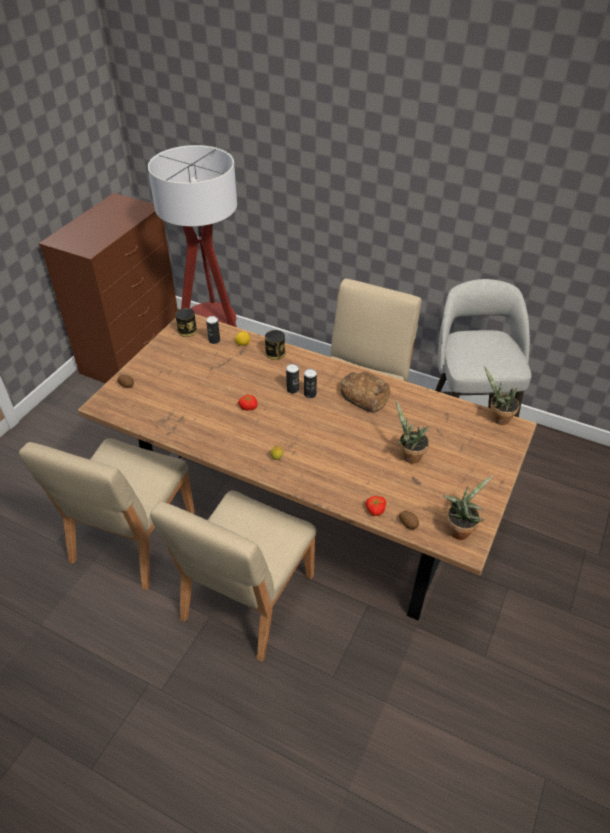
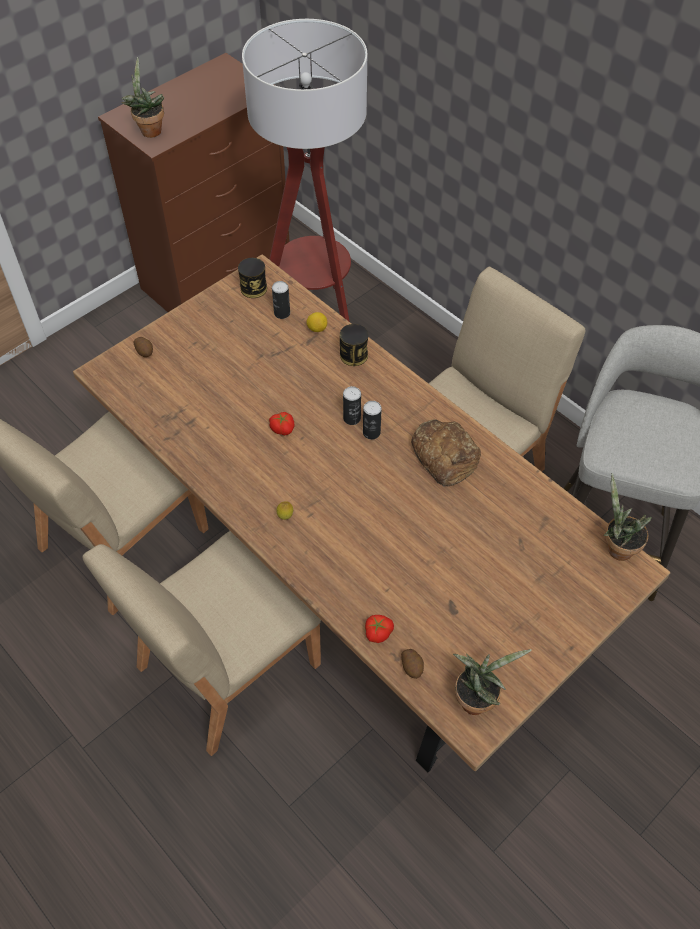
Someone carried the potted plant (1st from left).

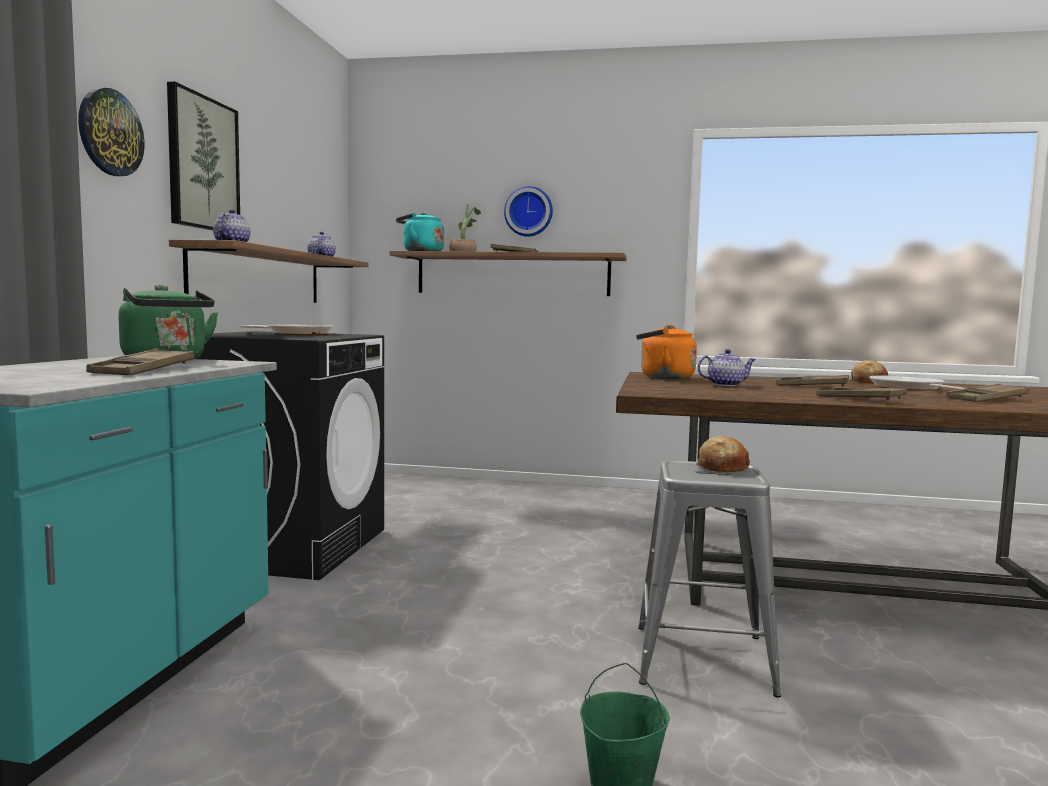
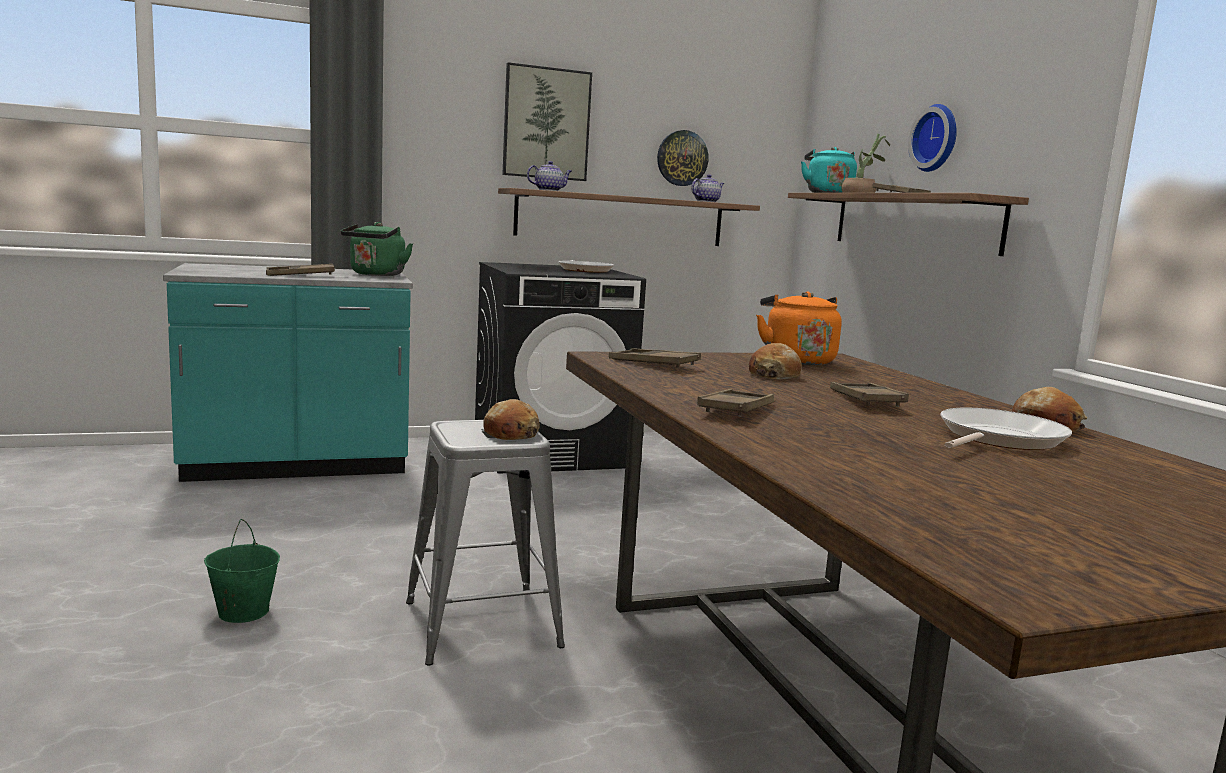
Someone carried the clock on the wall (1st from left).
Someone swapped the pot for tea (3rd from left) for the bread (2nd from left).
Someone carried the tray (brown-coloured) (5th from left in the first image).

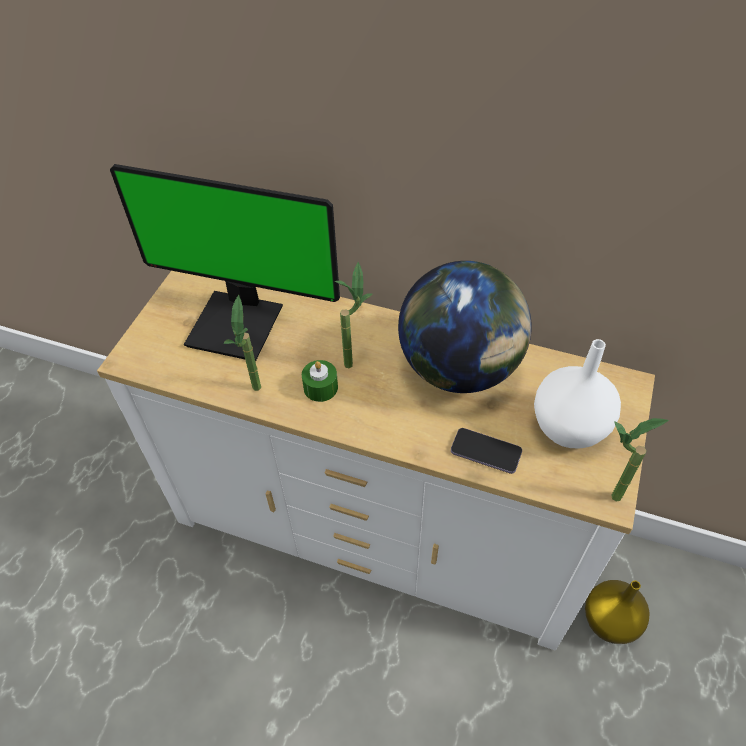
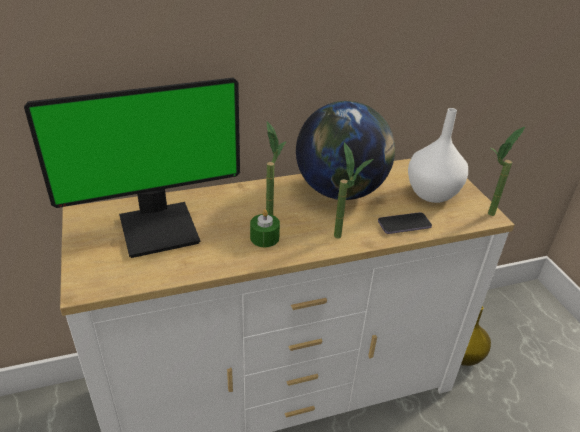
Someone carried the potted plant (1st from left in the first image).

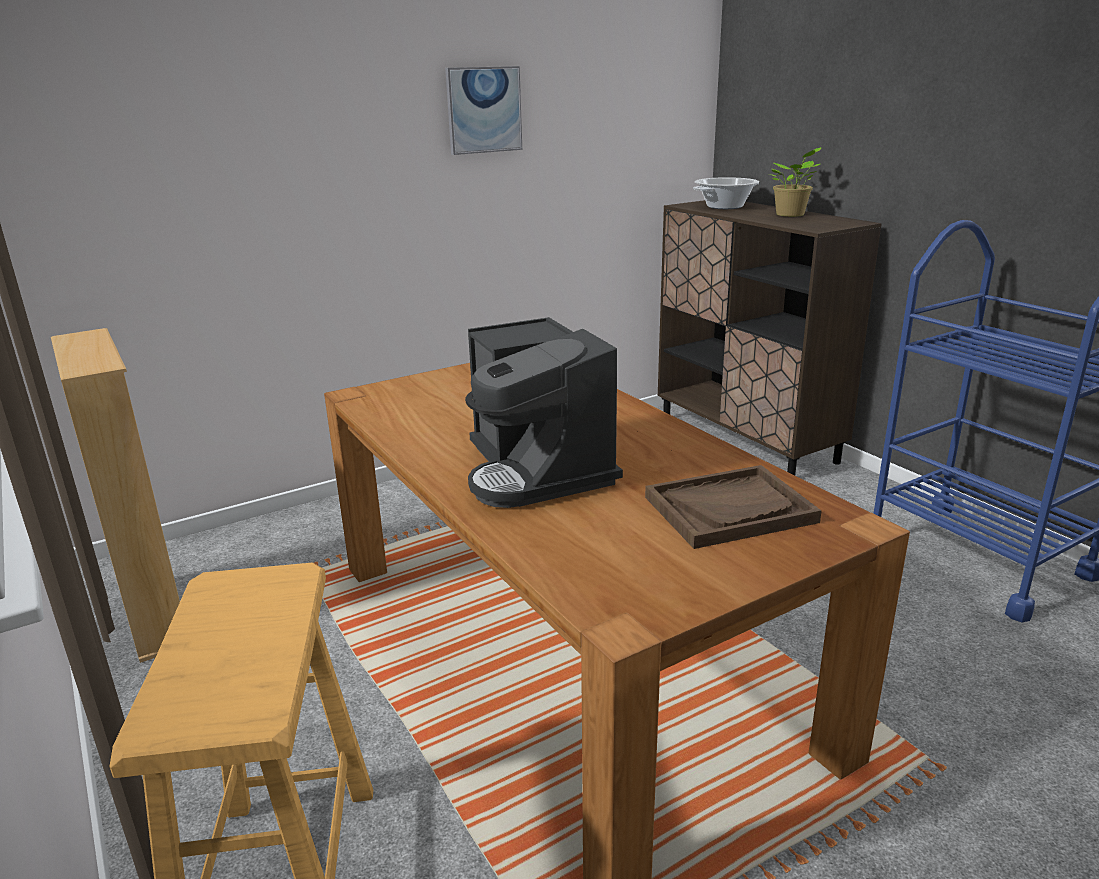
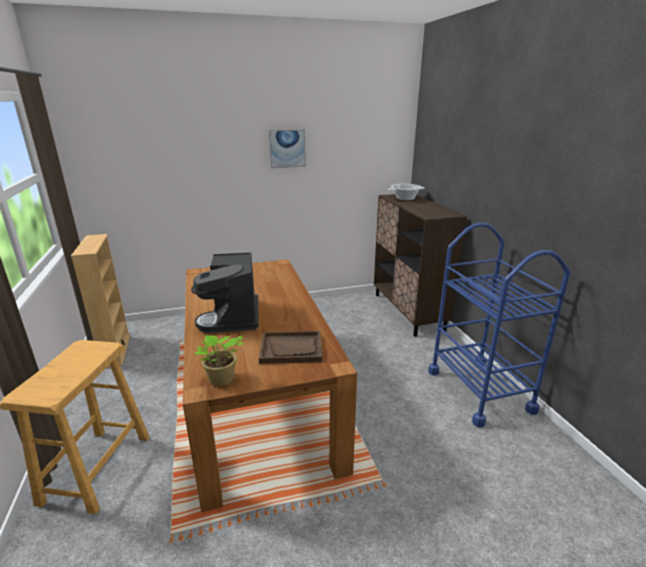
Someone carried the potted plant.

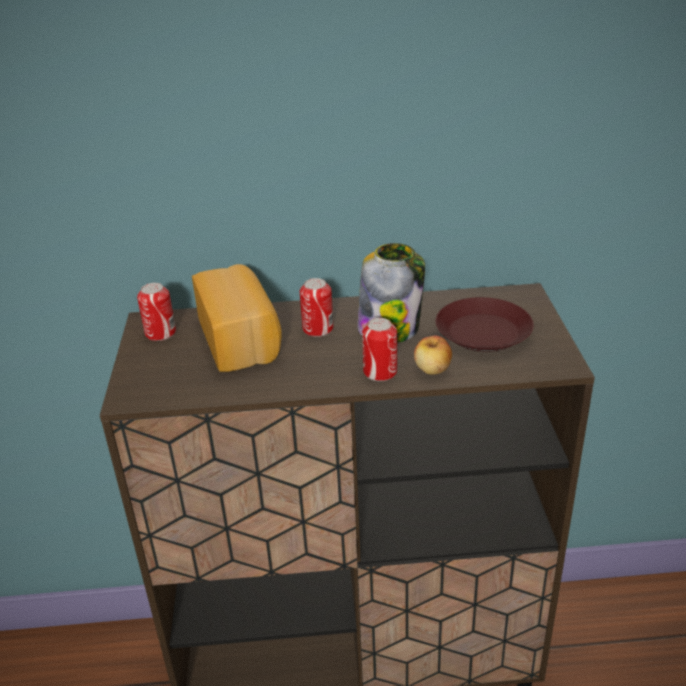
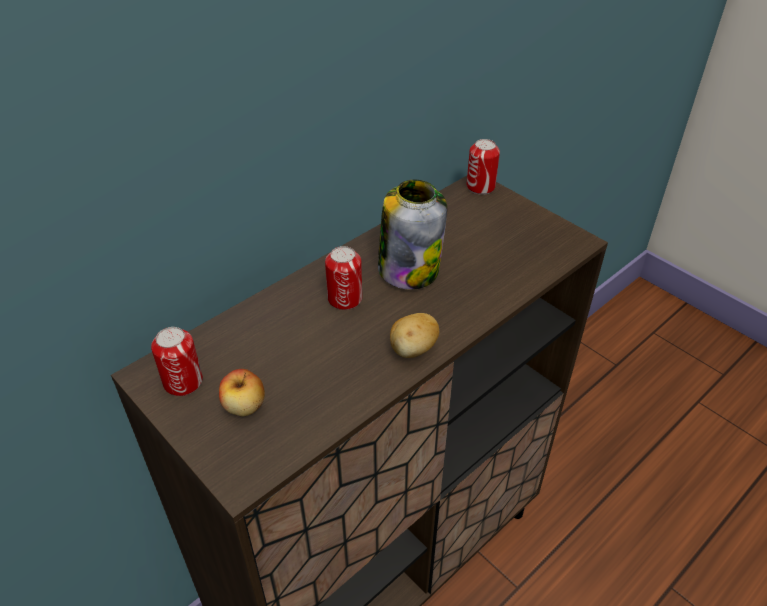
Someone took away the bread.
Someone carried the metal can (3rd from left).
Someone carried the whole apple.
Someone took away the flat dish (brown-coloured).
Someone put down the spud.

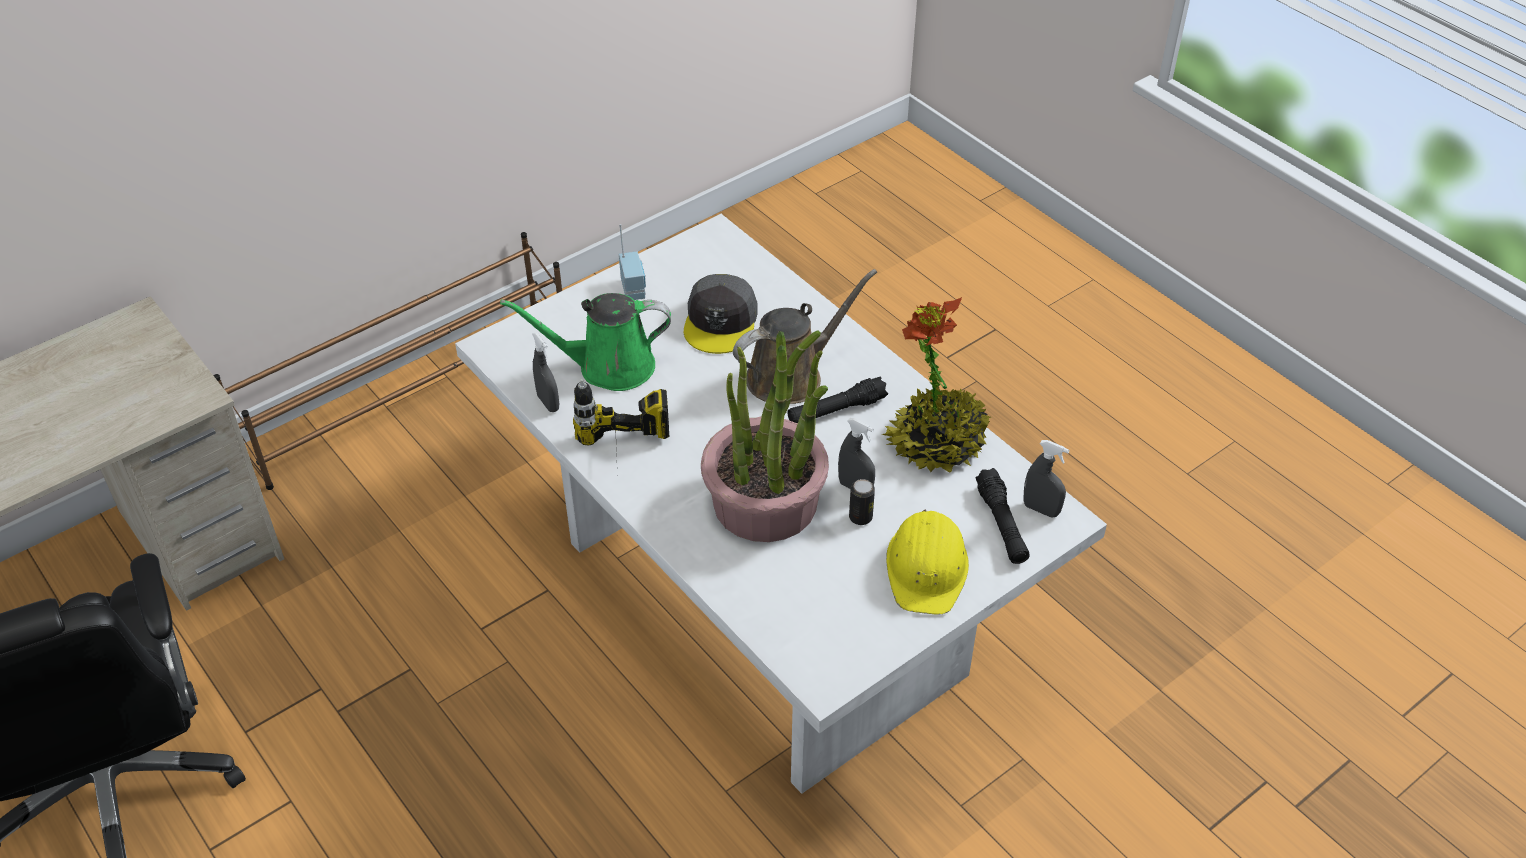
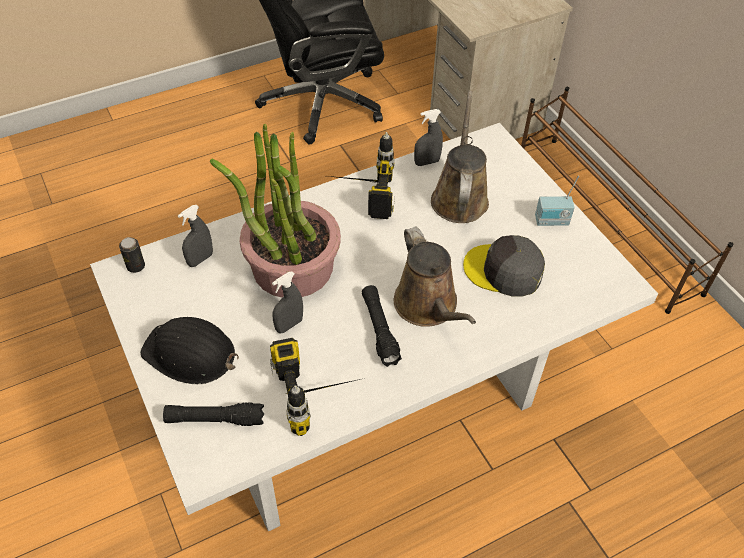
Someone repainted the watering pot (green-coloured), which became the watering pot (brown-coloured) (2nd from left).
Someone carried the metal can.
Someone swapped the potted plant (2nd from left) for the electric drill (1st from left).
Someone repainted the work helmet (yellow-coloured), which became the work helmet (blackish).
Someone carried the hand sprayer (gray) (3rd from left in the first image).

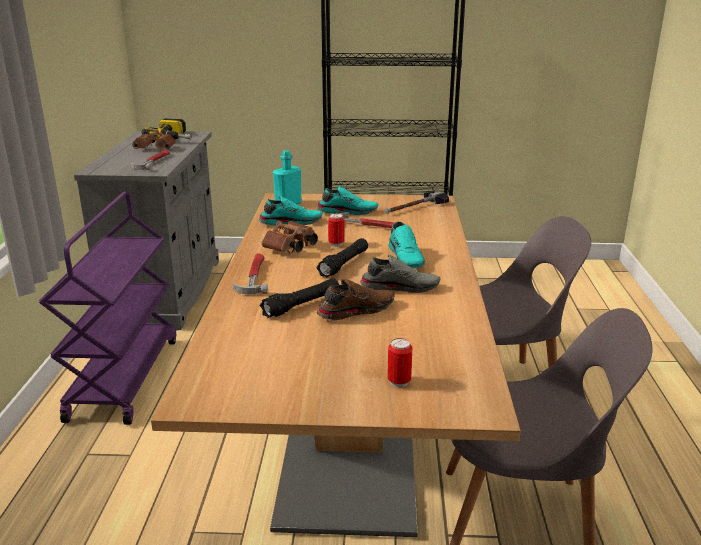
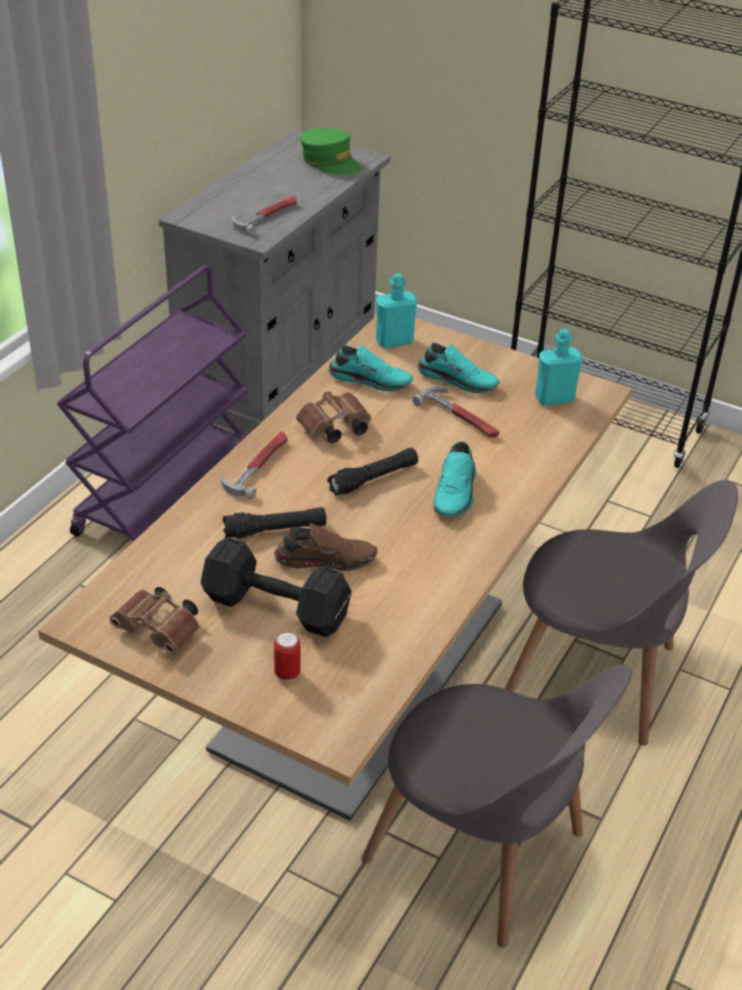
Someone carried the binoculars (brown-coloured) (1st from left).
Someone swapped the electric drill for the peaked cap (green-coloured).
Someone took away the metal can (1st from left).
Someone took away the low shoe (gray).
Someone swapped the hand hammer (4th from left) for the drink bottle (blue-green) (2nd from left).
Someone put down the dumbbell (blackish).

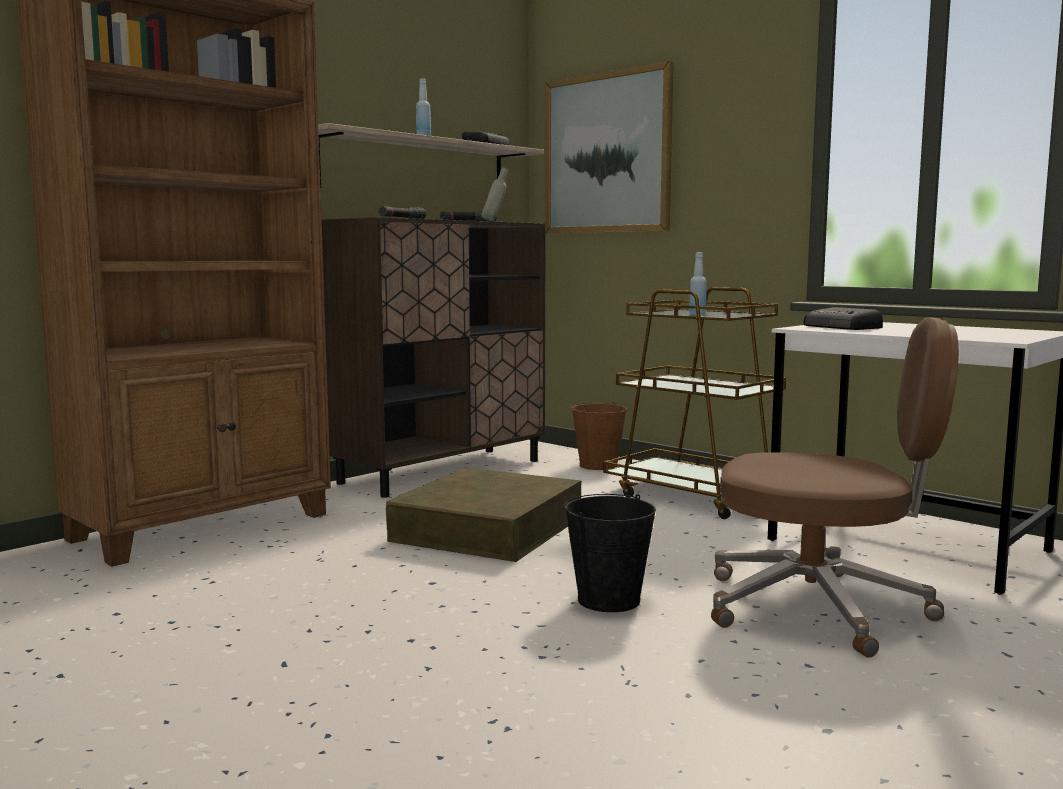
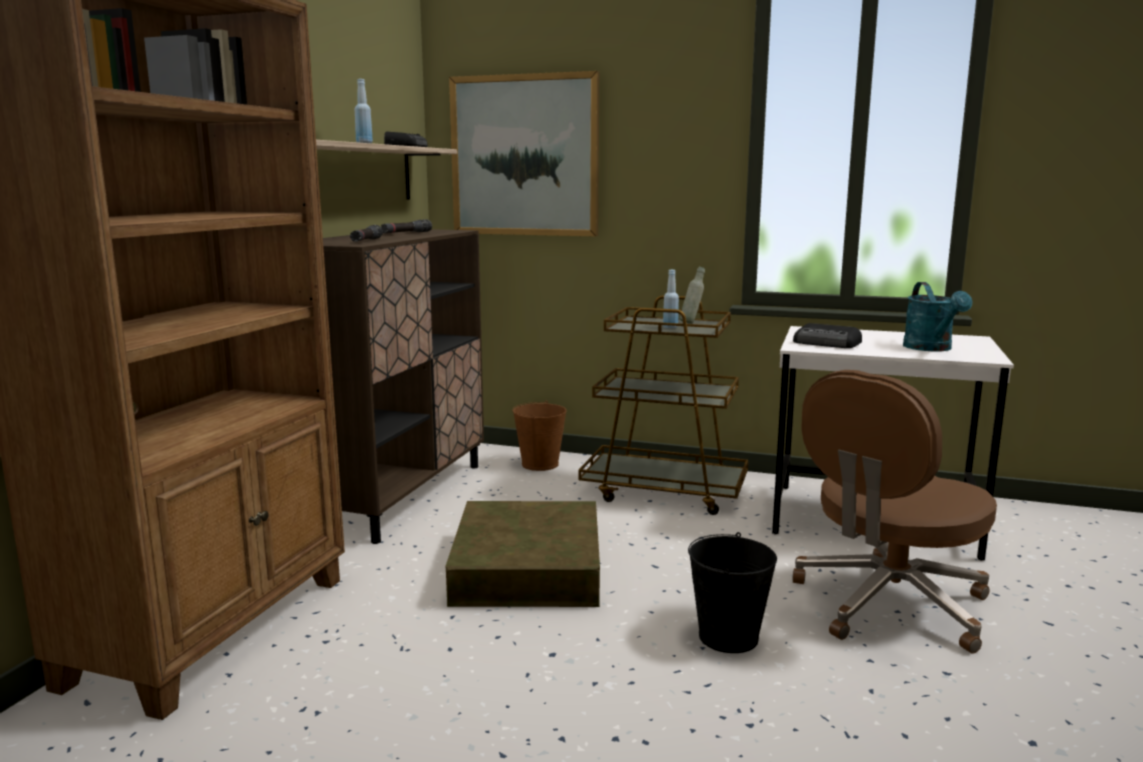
Someone carried the drink bottle (gray).
Someone rotated the desk chair (brown-coloured) by 150 degrees clockwise.
Someone put down the watering pot (blue-green).

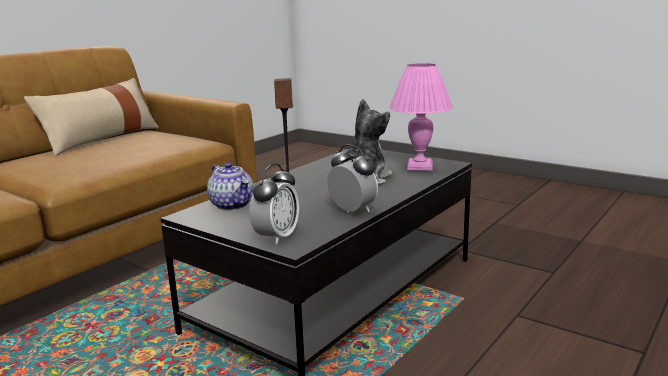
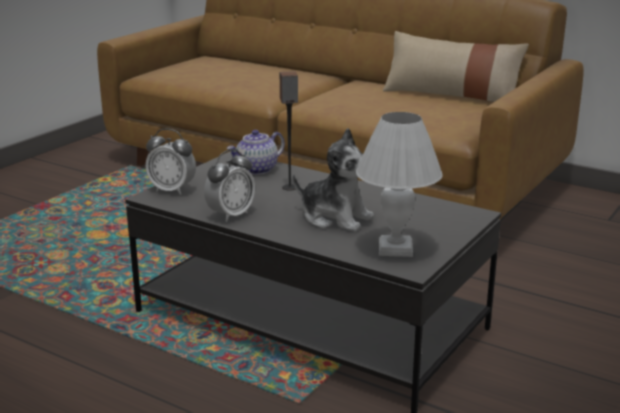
Someone repainted the table lamp (pinkish), which became the table lamp (white-coloured).

